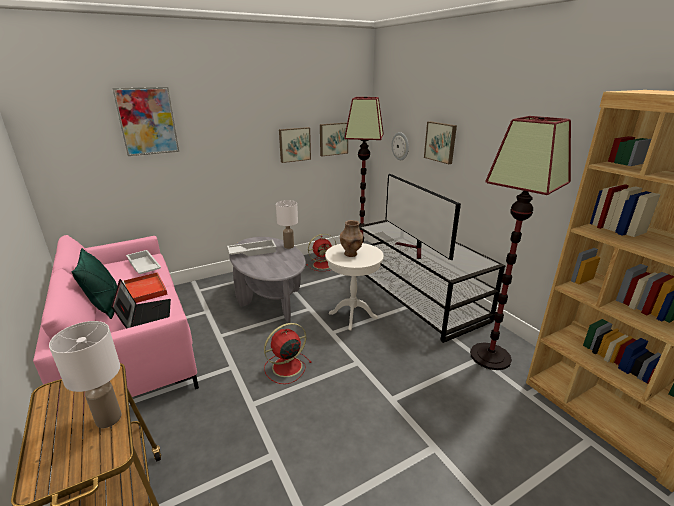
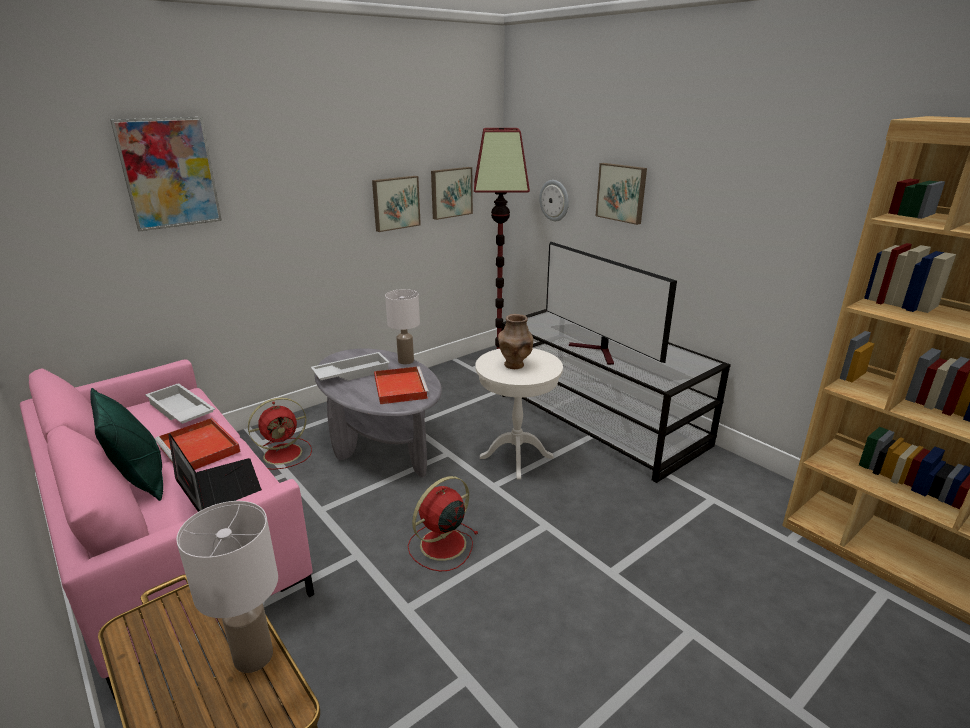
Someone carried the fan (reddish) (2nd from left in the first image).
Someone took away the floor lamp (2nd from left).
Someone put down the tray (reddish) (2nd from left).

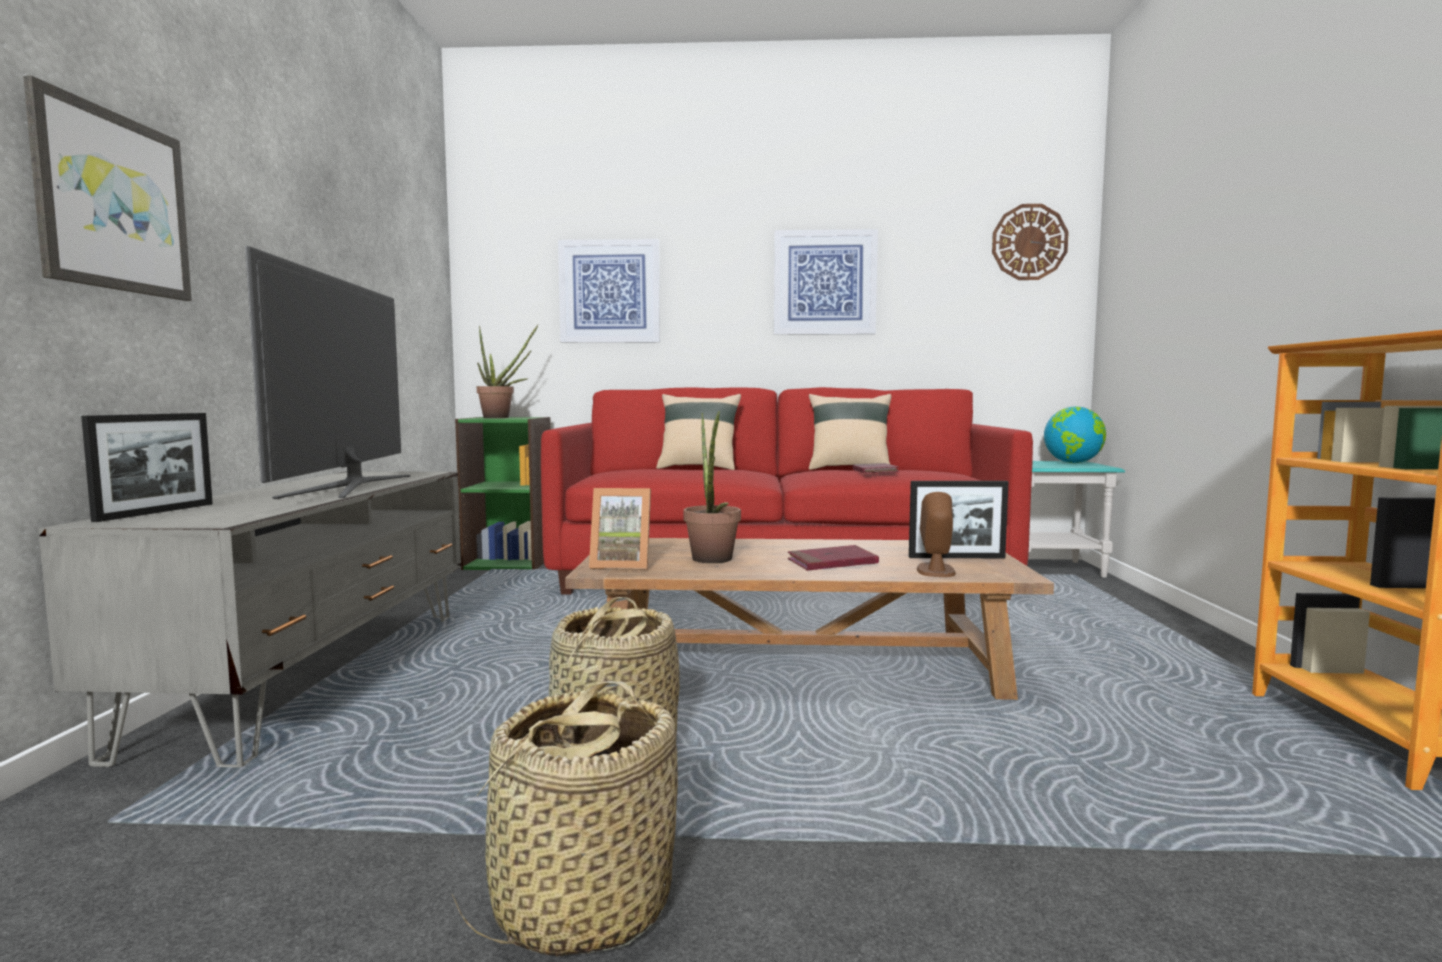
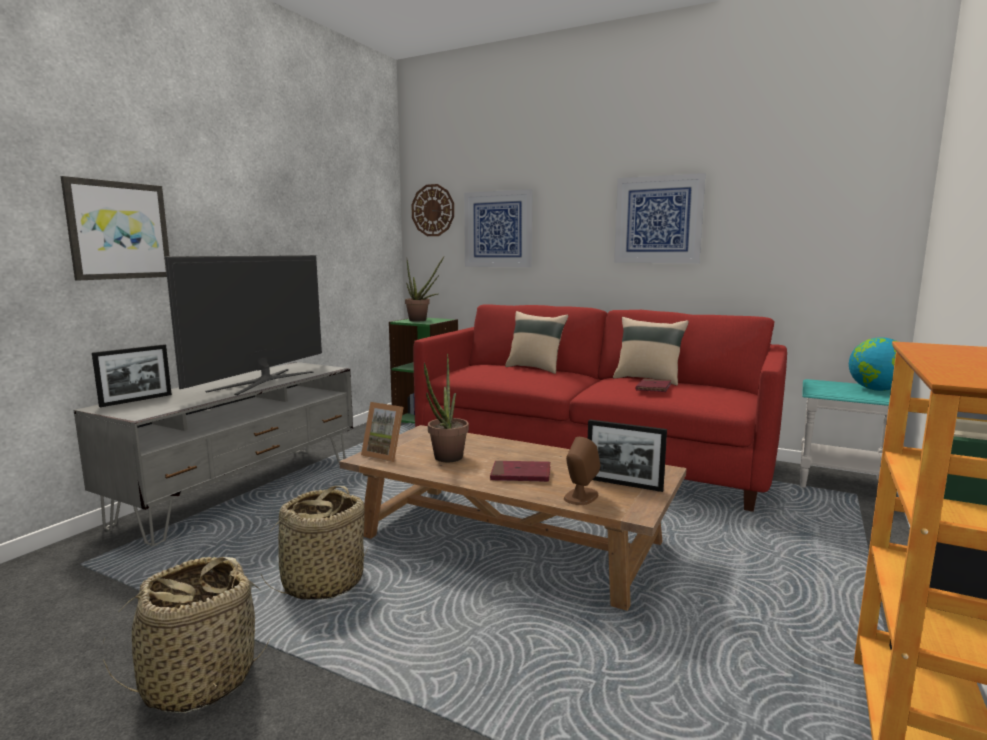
Someone carried the clock on the wall.

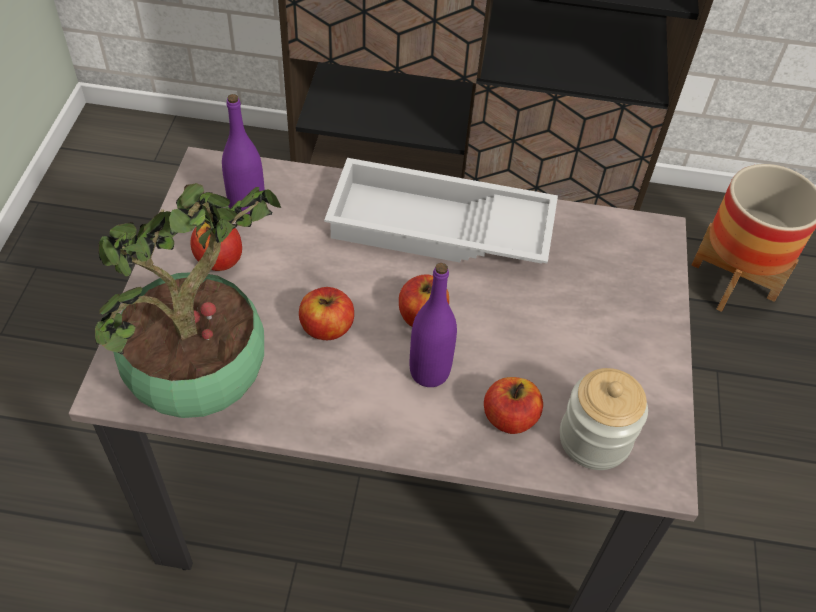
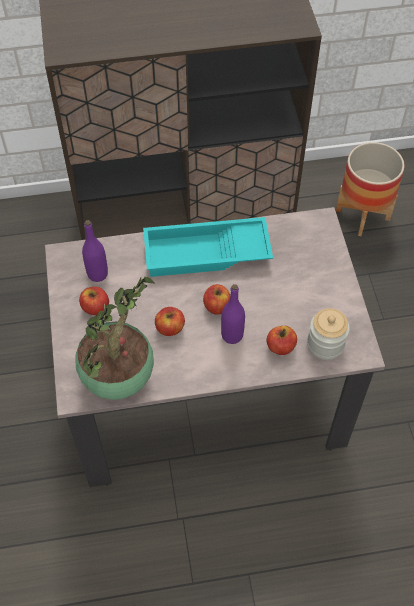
Someone repainted the tray (white-coloured), which became the tray (blue-green).

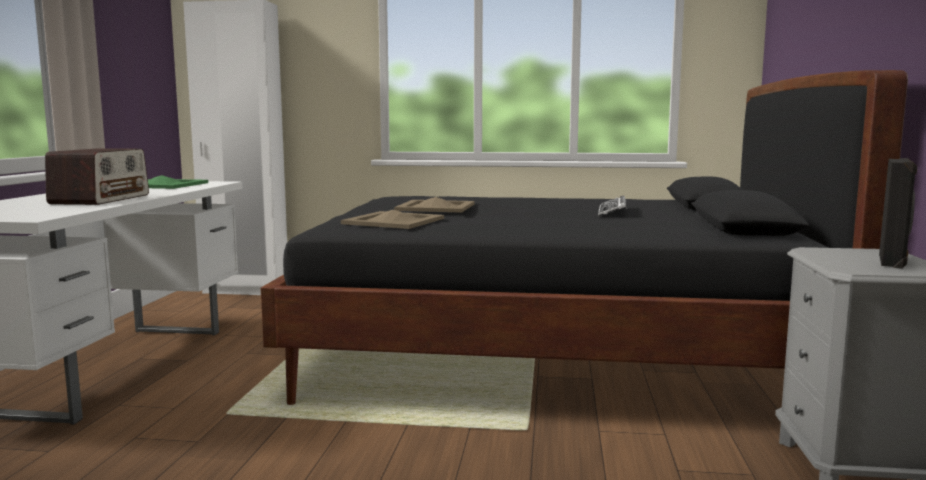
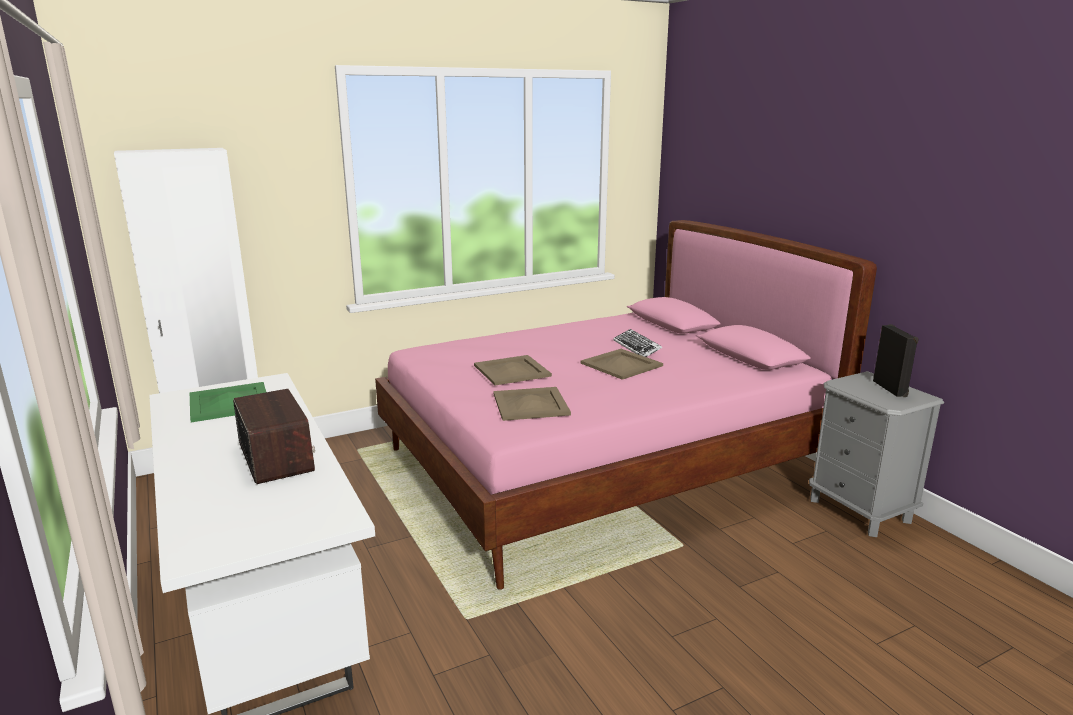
Someone repainted the sleeping bed (blackish), which became the sleeping bed (pinkish).
Someone put down the tray (sand-coloured) (3rd from left).

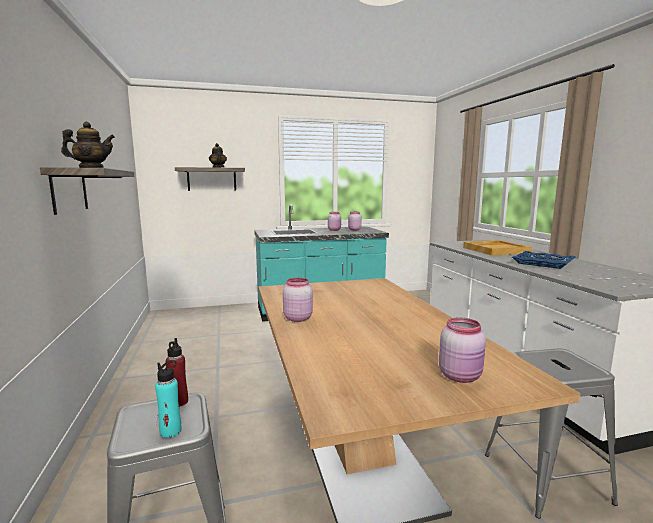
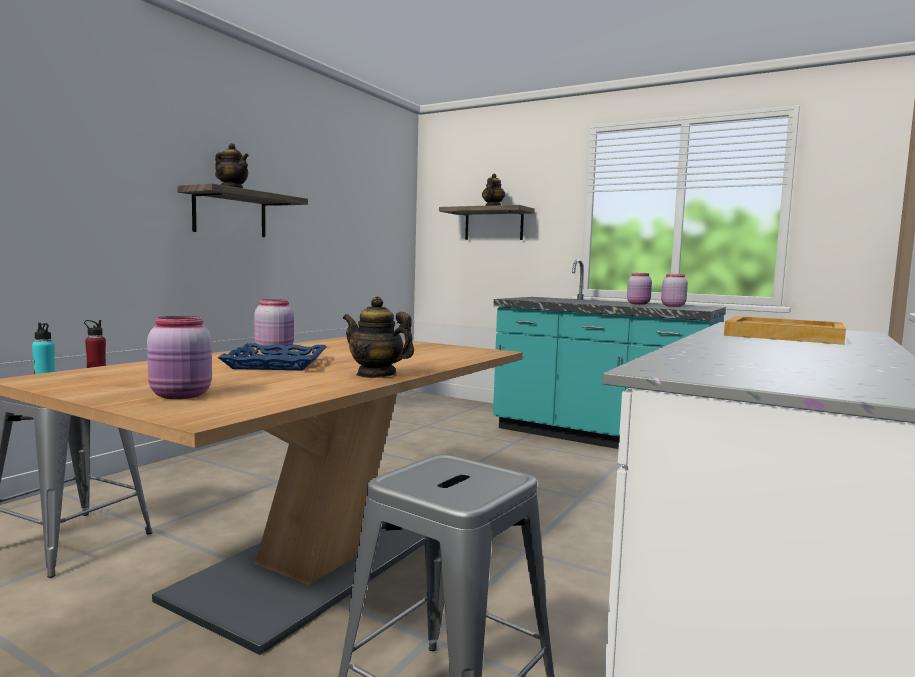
Someone carried the tray (bluish).
Someone put down the pot for tea (2nd from left).

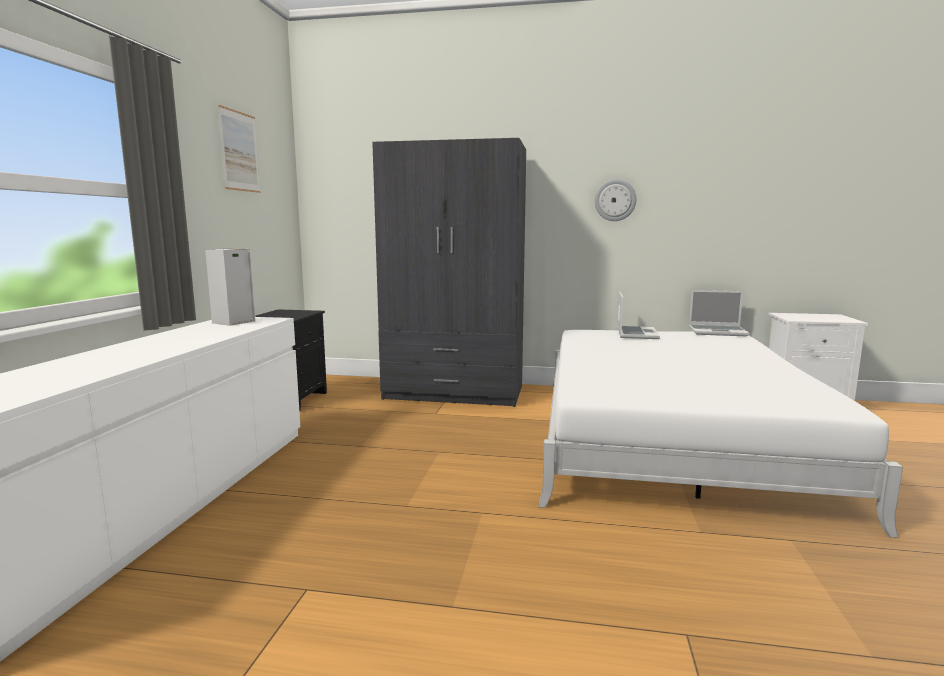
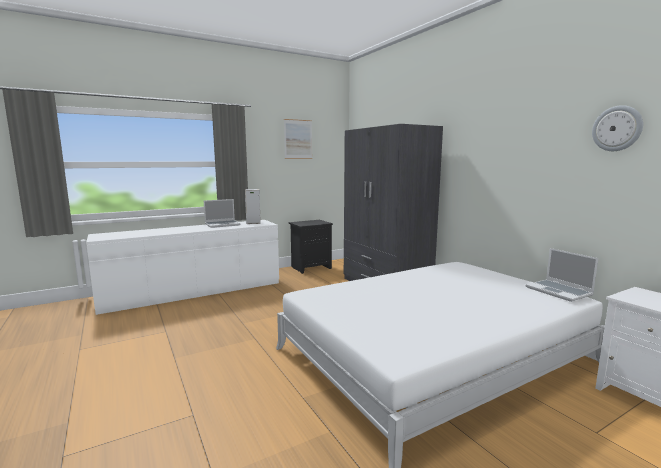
Someone carried the clock on the wall.
Someone carried the notebook computer (1st from left).

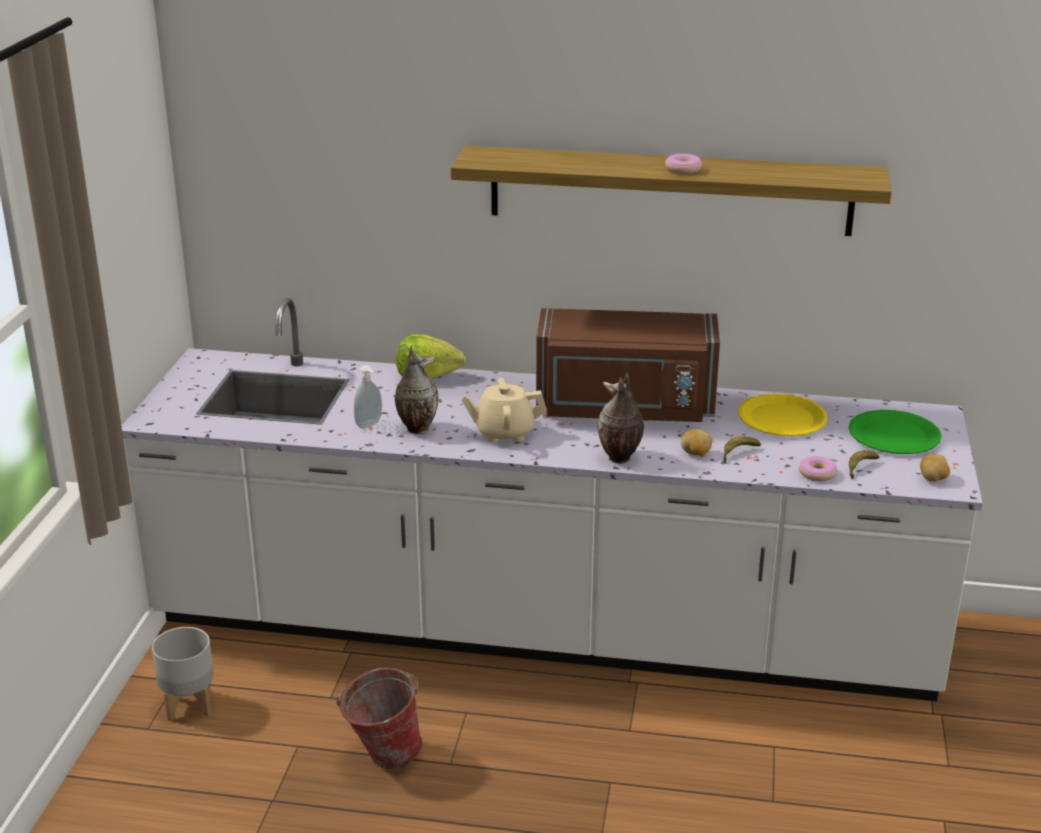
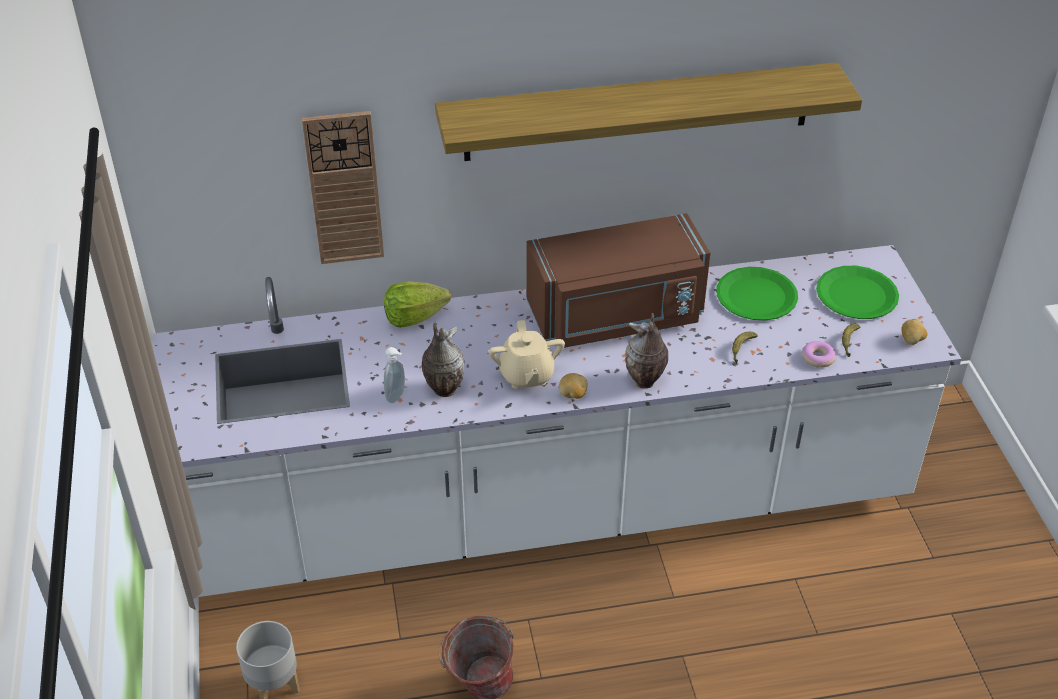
Someone rotated the pot for tea (sand-coloured) by 75 degrees counterclockwise.
Someone took away the doughnut (1st from left).
Someone carried the spud (1st from left).
Someone repainted the flat dish (yellow-coloured), which became the flat dish (green-coloured) (1st from left).
Someone put up the clock on the wall.

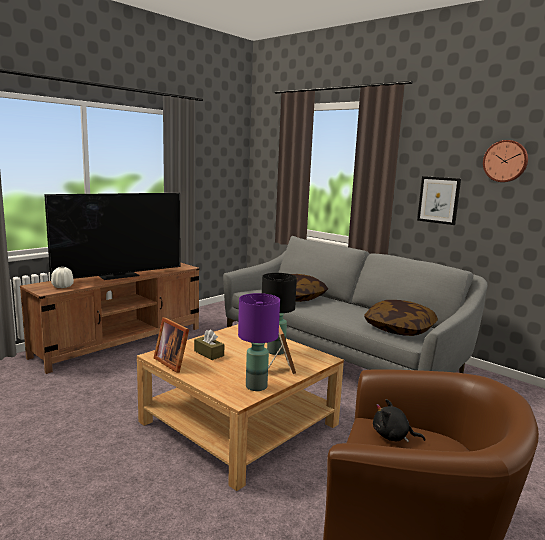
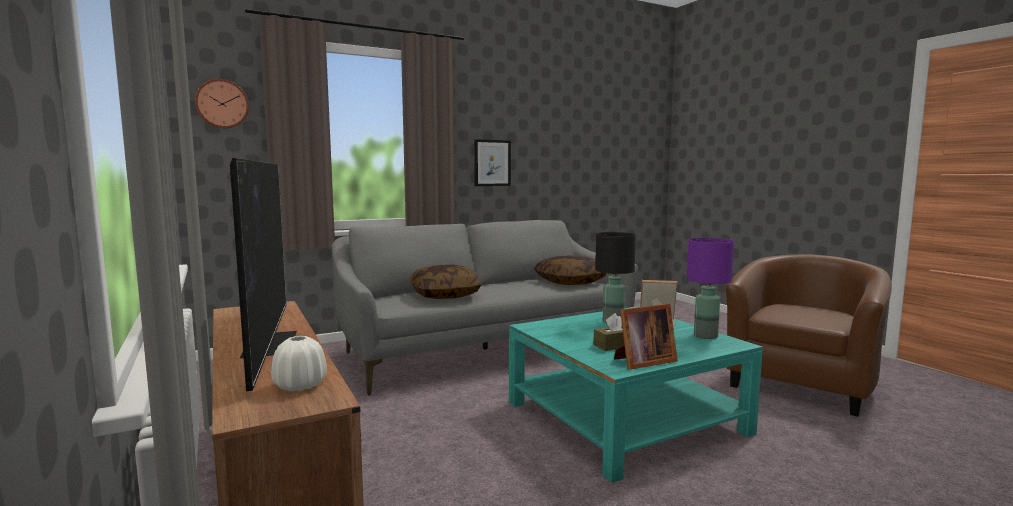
Someone repainted the coffee table (sand-coloured), which became the coffee table (blue-green).
Someone took away the soft toy (blackish).
Someone carried the clock on the wall.

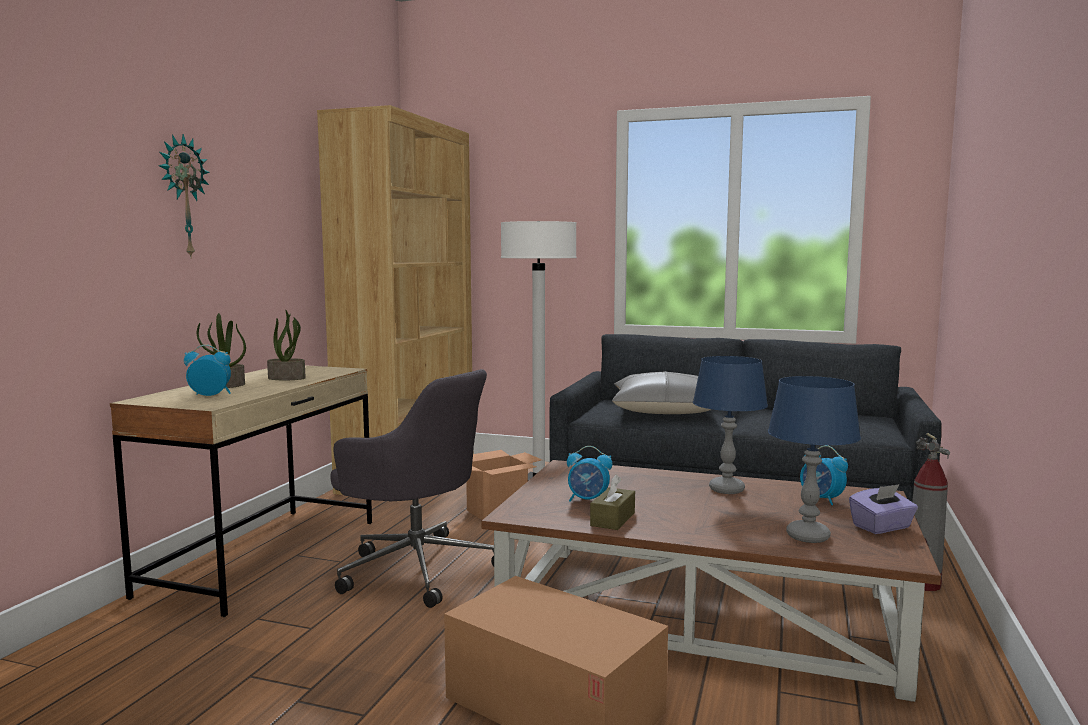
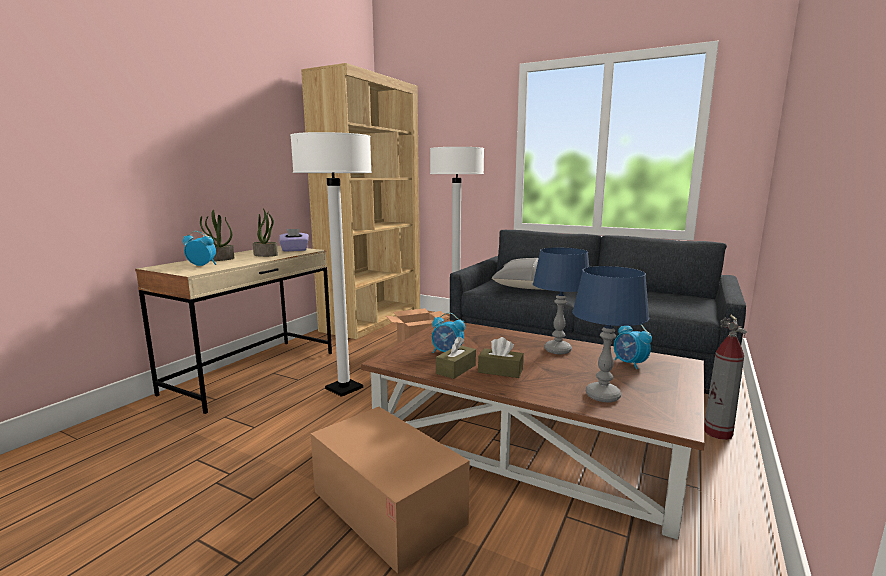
Someone took away the clock on the wall.
Someone swapped the desk chair (gray) for the floor lamp (white-coloured) (1st from left).
Someone carried the tissue holder (purple-coloured).
Someone put down the tissue holder (brown-coloured) (2nd from left).

